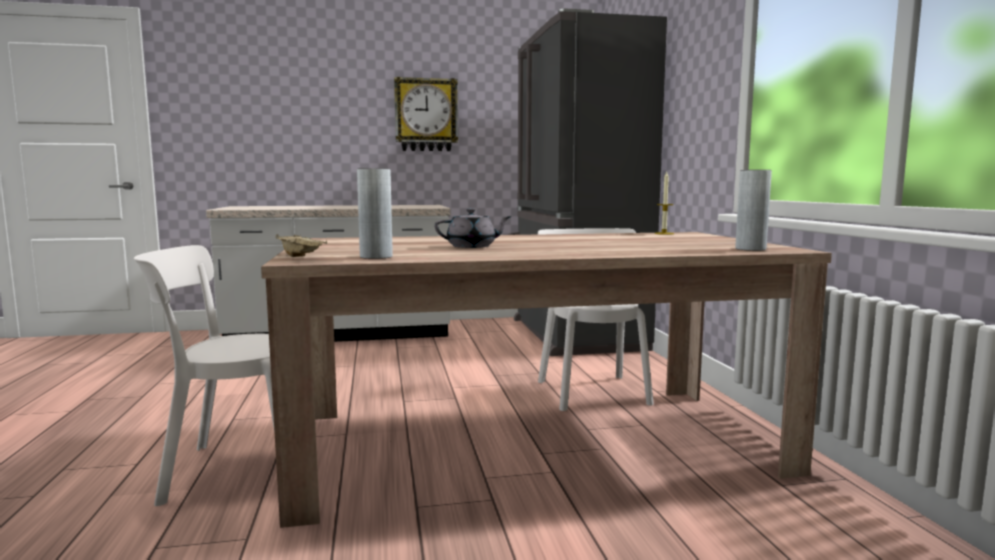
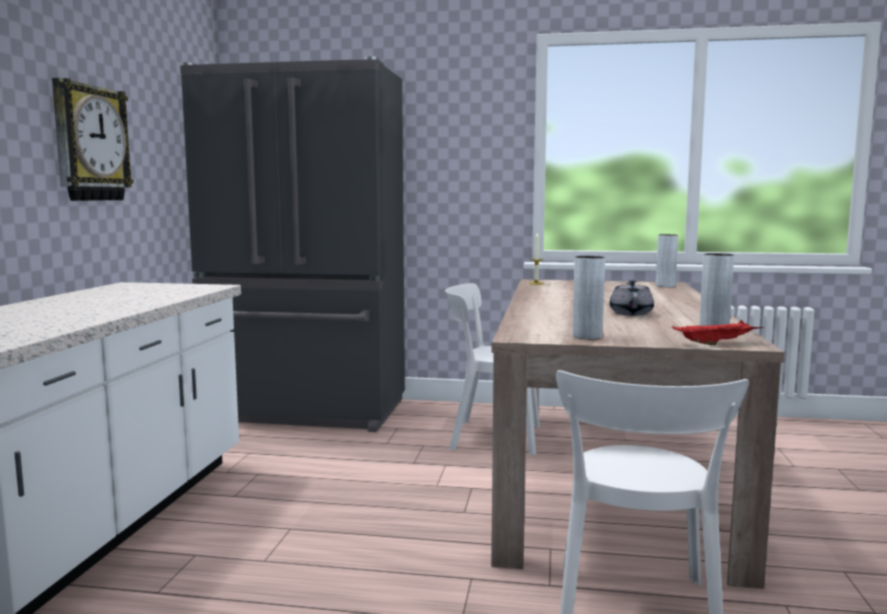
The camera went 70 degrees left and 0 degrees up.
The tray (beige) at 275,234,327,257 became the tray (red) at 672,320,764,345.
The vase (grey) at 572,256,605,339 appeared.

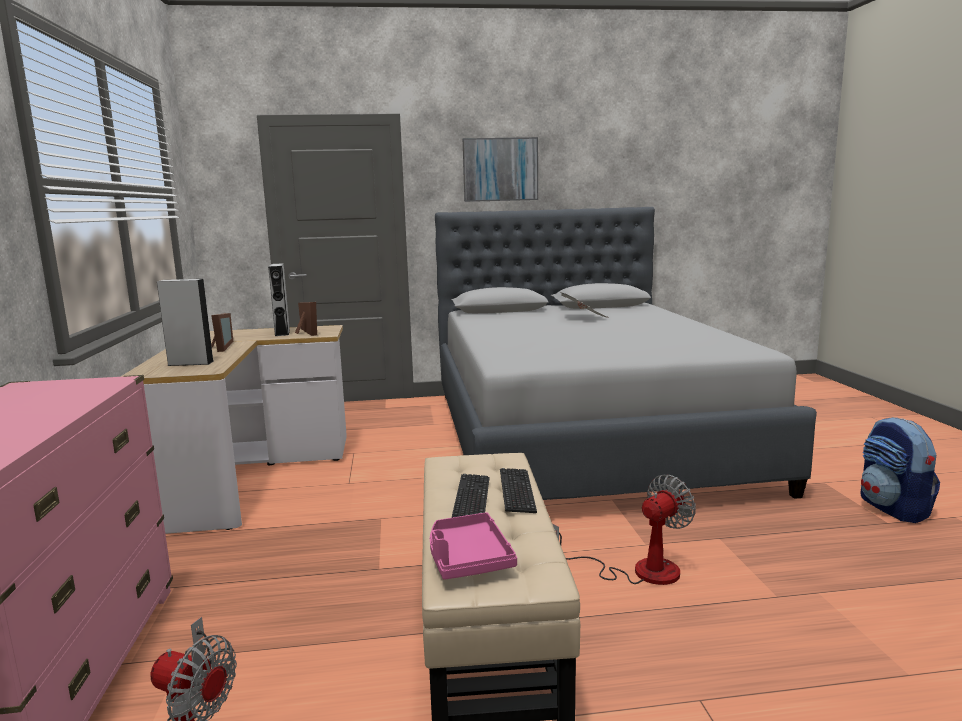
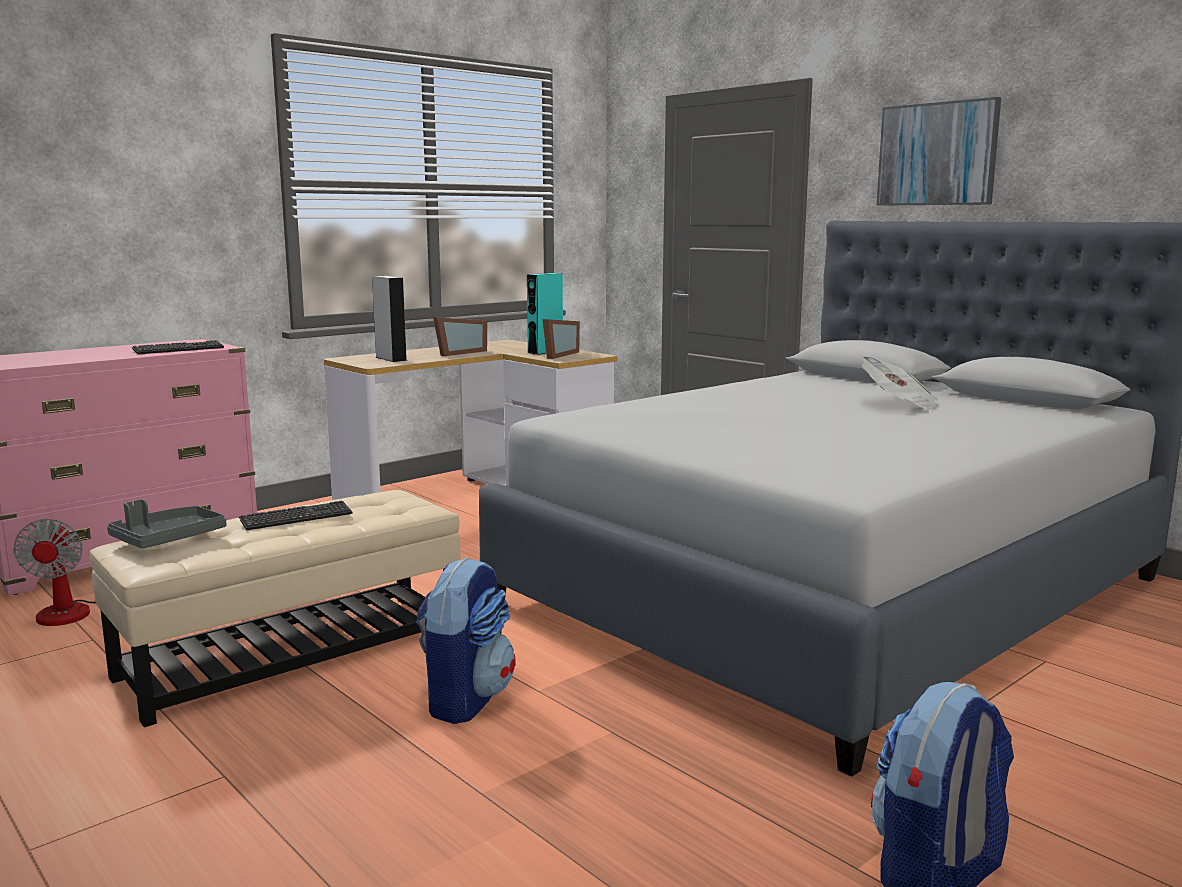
The camera went 55 degrees right and 0 degrees up.
The speaker (grey) at 268,263,290,336 became the speaker (turquoise) at 527,273,563,355.
The keyboard moved from 500,468,537,513 to 131,340,224,354.
The fan at 553,475,696,585 was replaced by the backpack at 416,557,516,724.
The tray (pink) at 430,512,517,580 became the tray (grey) at 107,499,226,549.

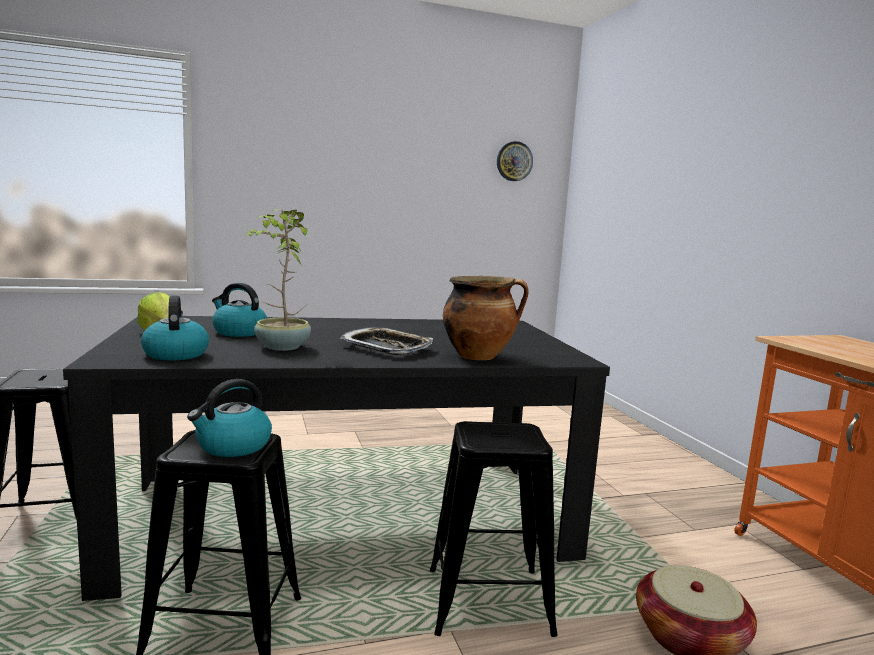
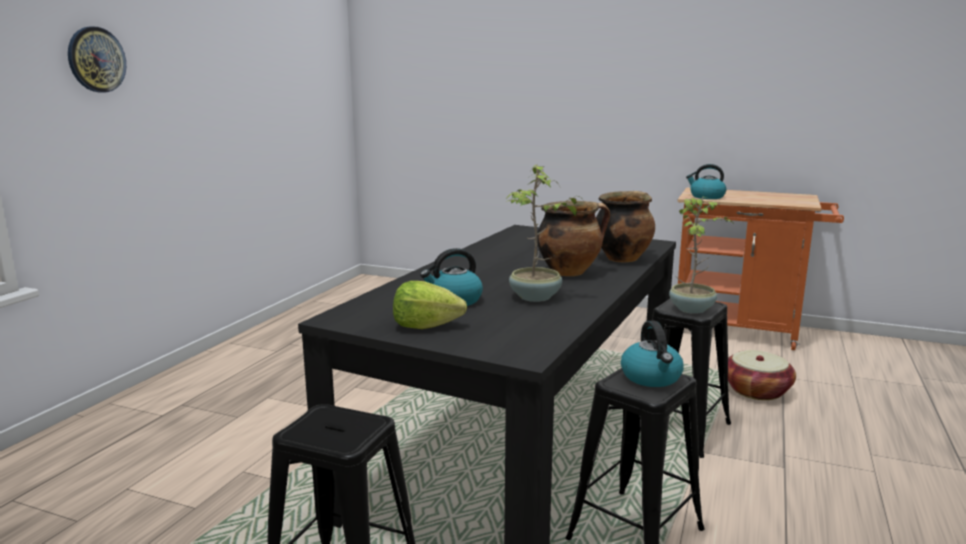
The camera went 50 degrees left and 5 degrees up.
The wall clock moved from 497,141,533,181 to 68,26,126,93.
The kettle moved from 141,296,209,361 to 686,164,727,199.
The tray at 340,327,433,355 was replaced by the cooking pot at 537,201,610,276.
The potted plant at 669,197,733,314 appeared.

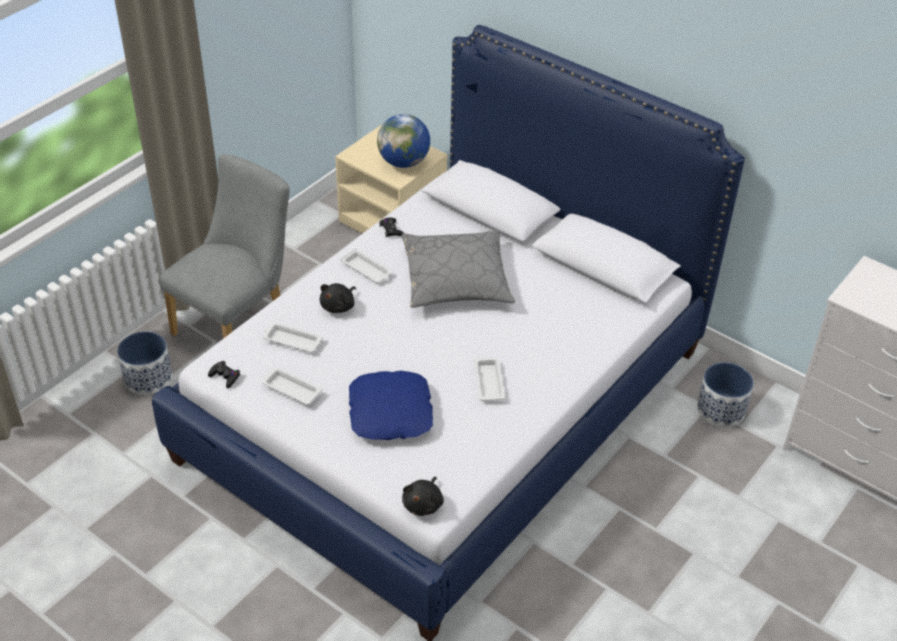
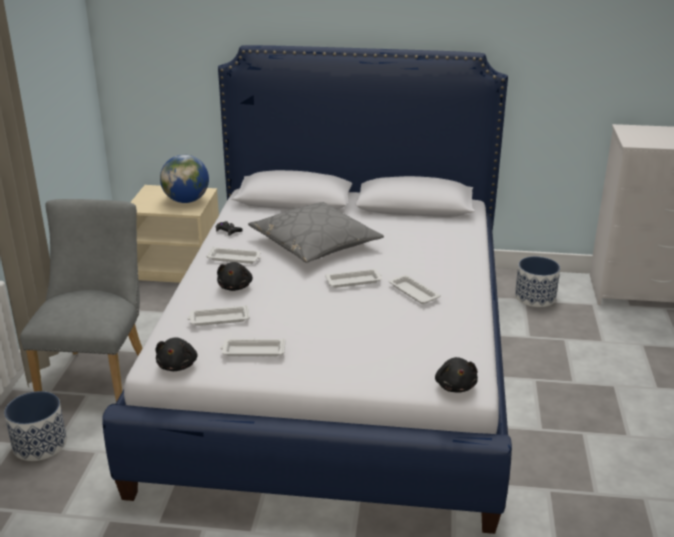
The camera went 30 degrees left and 15 degrees down.
The game controller (black) at 208,361,240,388 was replaced by the plush toy (black) at 155,337,198,371.
The pillow (blue) at 349,371,433,440 disappeared.
The tray (white) at 325,269,382,288 appeared.

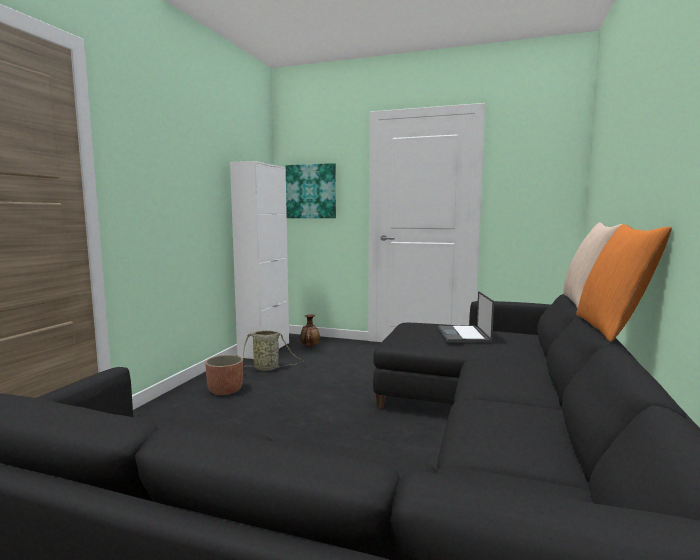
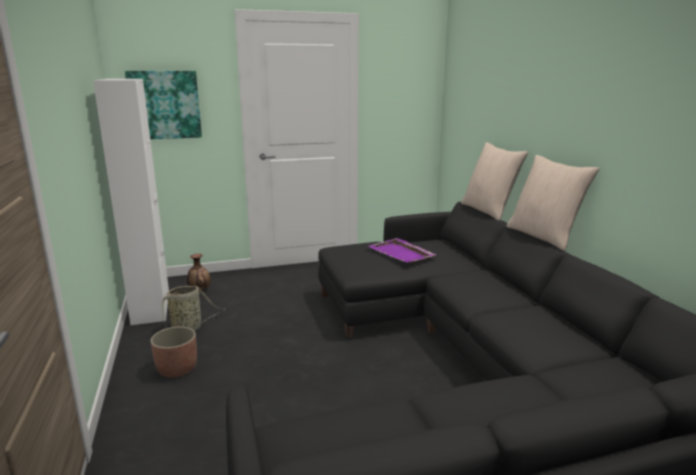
The camera went 35 degrees left and 10 degrees up.
The pillow (orange) at 576,224,672,342 became the pillow (beige) at 507,155,600,251.
The laptop at 438,291,494,343 was replaced by the tray (purple) at 370,238,437,263.

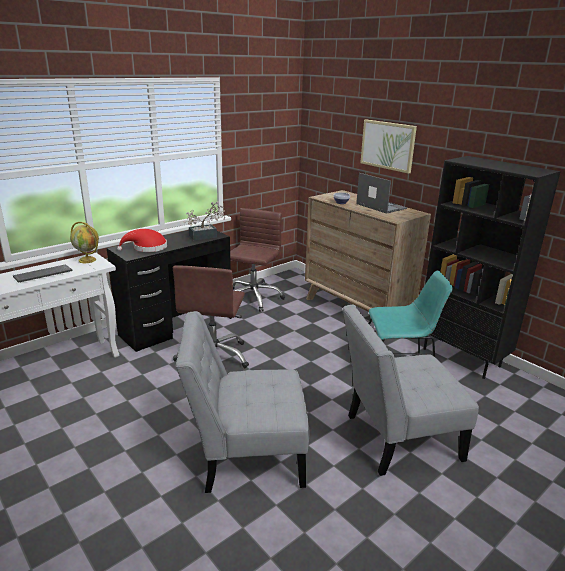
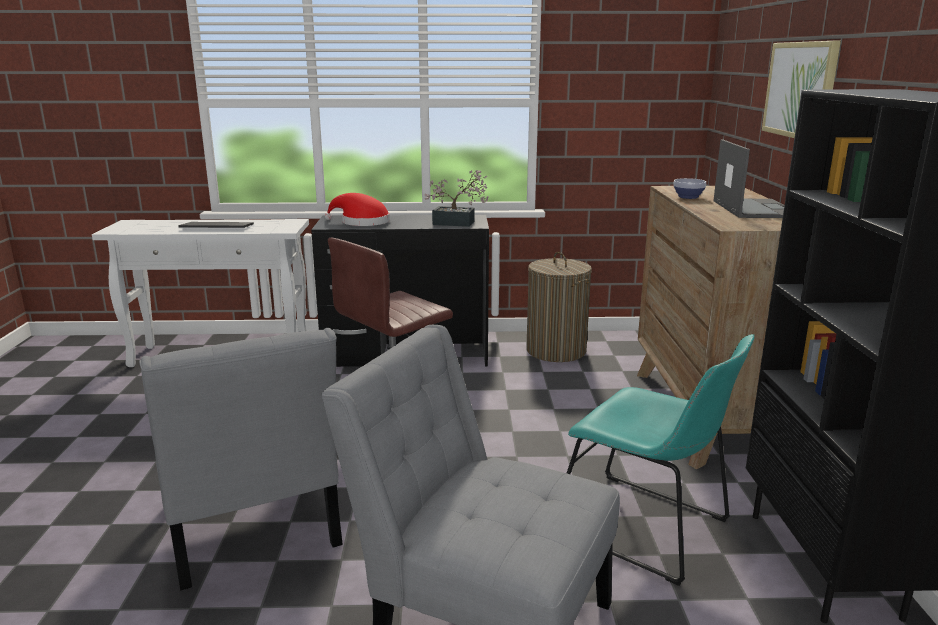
The camera went 40 degrees right and 5 degrees down.
The office chair (brown) at 230,208,285,312 was replaced by the laundry basket at 526,252,592,362.
The globe at 70,222,99,263 disappeared.
The chair (grey) at 176,311,309,493 turned 150 degrees counterclockwise.

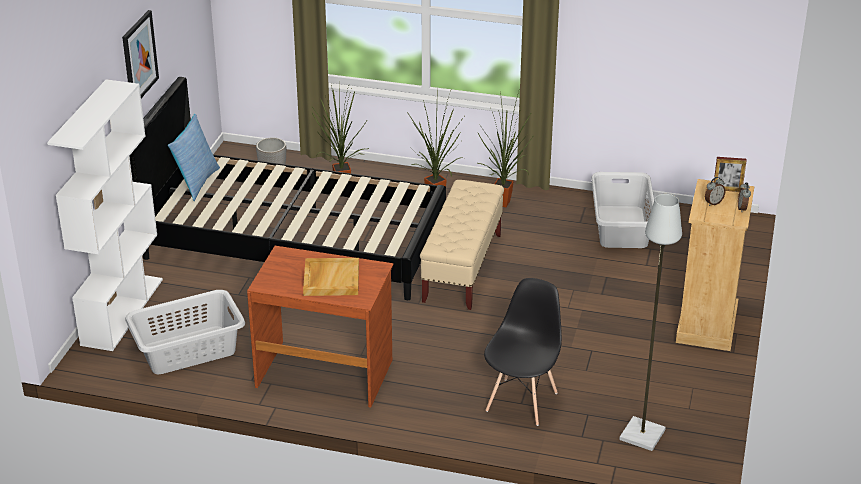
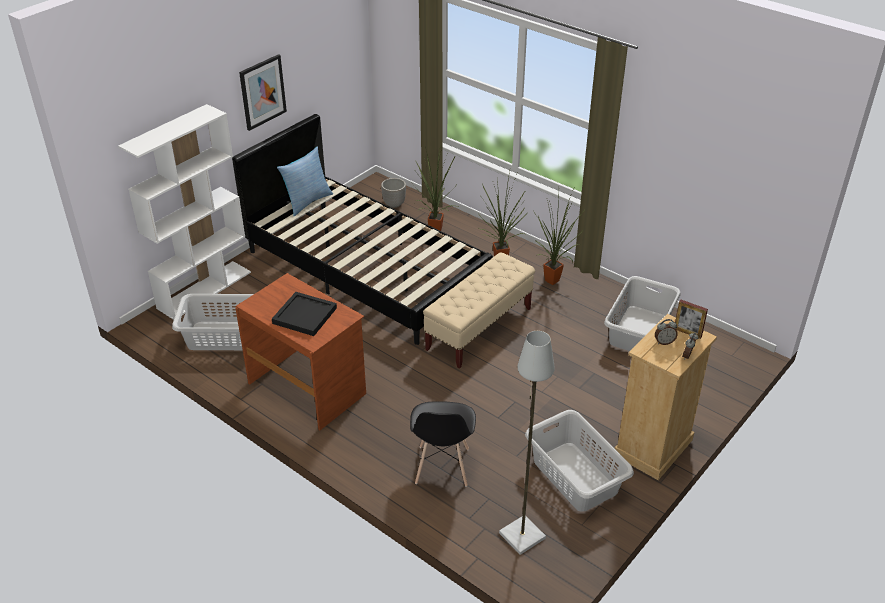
The camera went 25 degrees right and 5 degrees up.
The tray (beige) at 303,258,359,296 became the tray (black) at 272,292,337,336.
The chair (black) at 484,278,562,426 turned 135 degrees clockwise.
The laundry basket (grey) at 525,410,634,512 appeared.

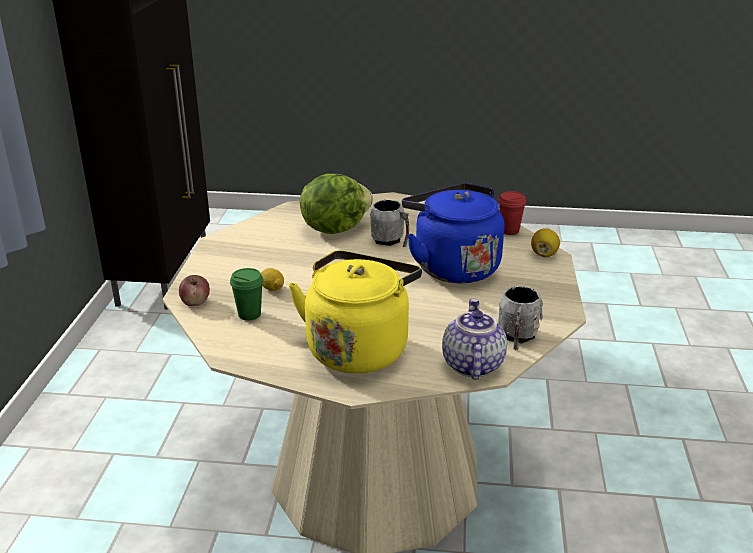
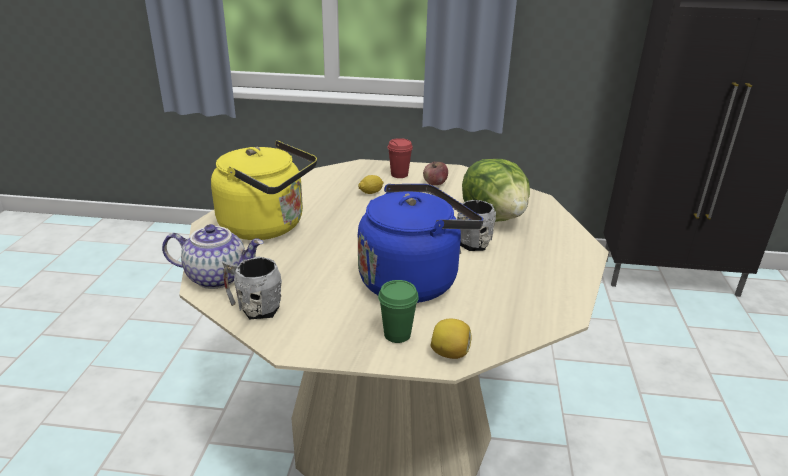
The camera went 90 degrees right and 0 degrees up.
The cup (red) moved from 498,191,526,235 to 388,138,413,178.
The cup (green) moved from 230,268,264,321 to 378,280,419,343.
The apple moved from 179,275,210,306 to 423,161,448,185.

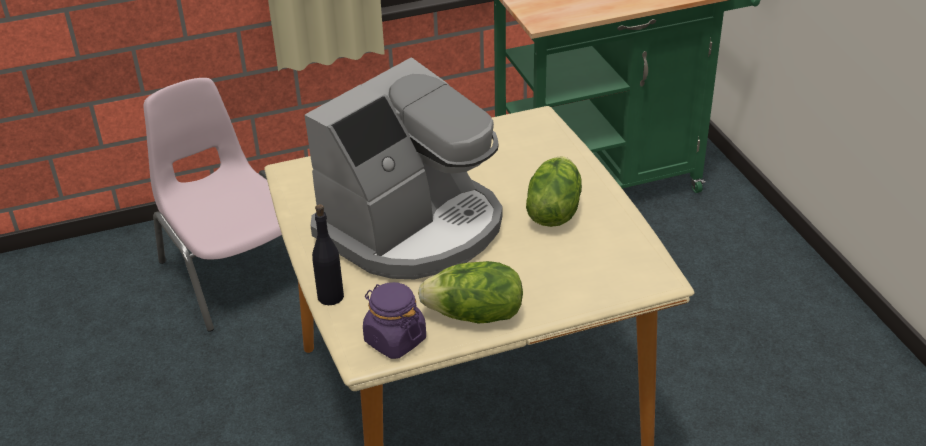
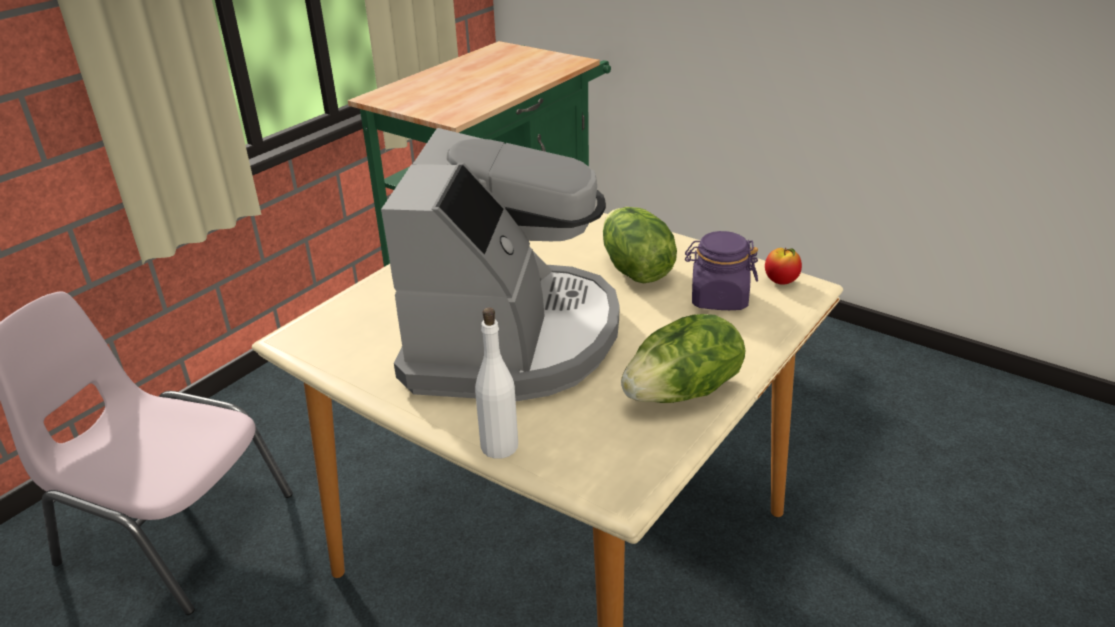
The camera went 35 degrees left and 5 degrees down.
The bottle (black) at 312,204,344,305 became the bottle (white) at 475,307,518,459.
The jar (purple) moved from 363,282,426,359 to 685,231,758,310.
The apple at 765,247,802,285 appeared.

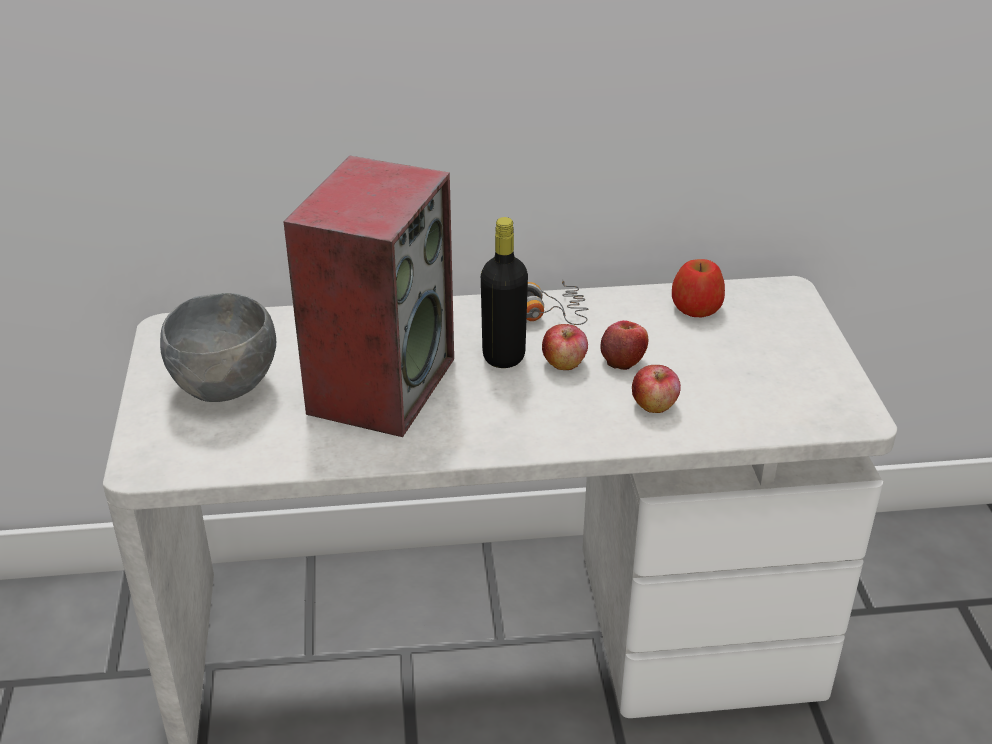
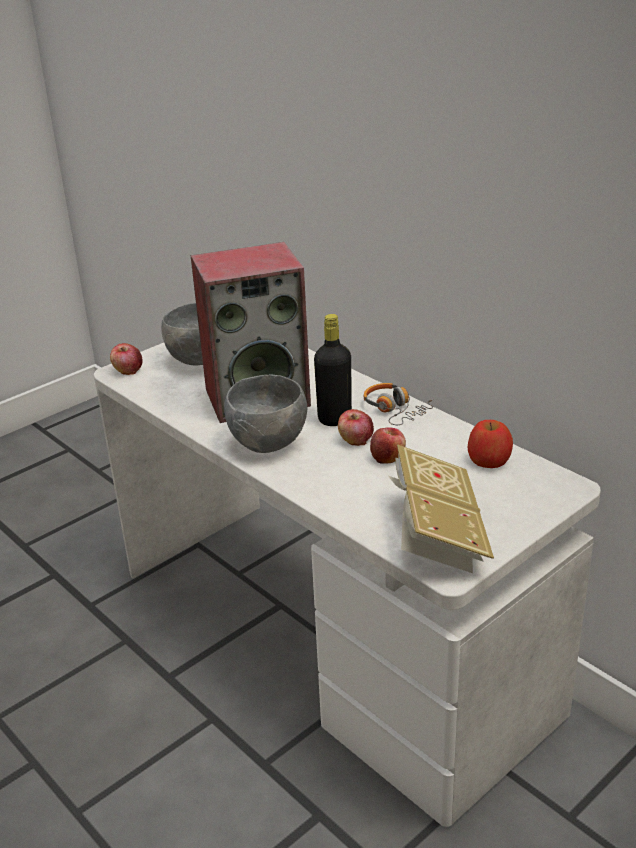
The camera went 55 degrees right and 5 degrees down.
The apple moved from 632,365,681,413 to 110,343,143,375.
The bowl (grey) at 224,375,307,453 appeared.
The book at 388,444,494,573 appeared.

